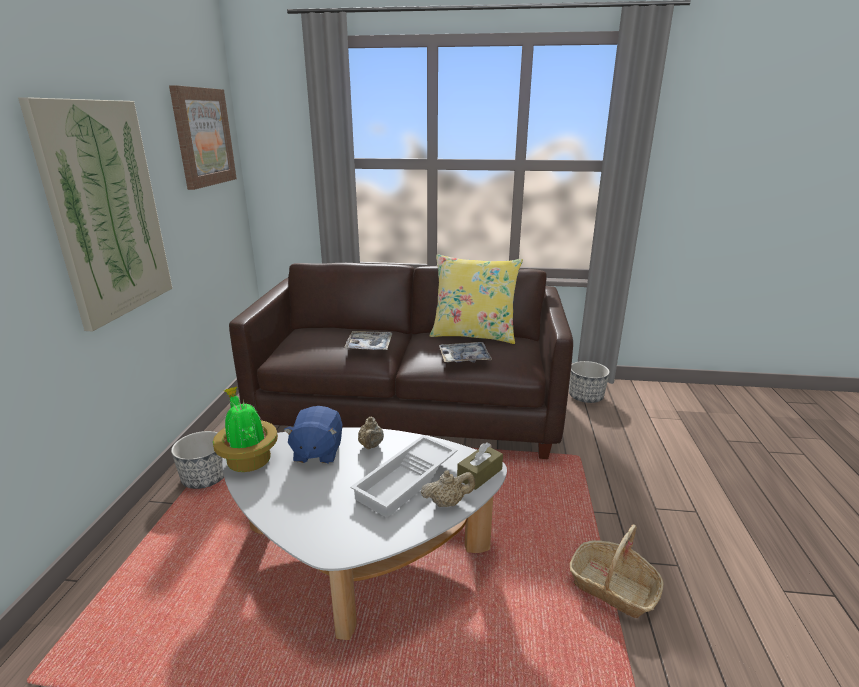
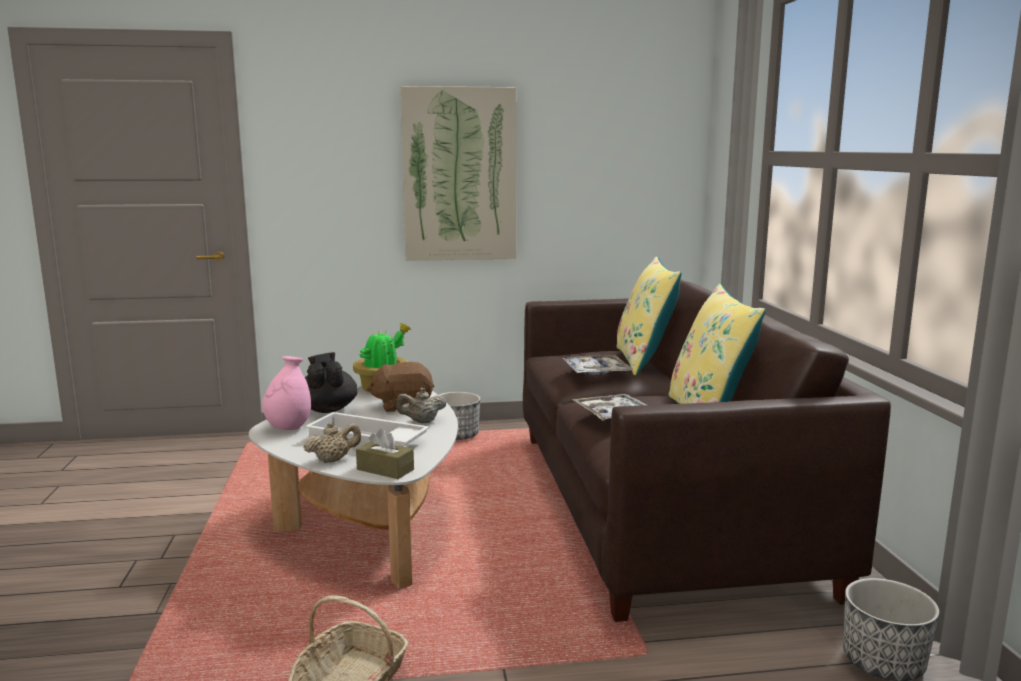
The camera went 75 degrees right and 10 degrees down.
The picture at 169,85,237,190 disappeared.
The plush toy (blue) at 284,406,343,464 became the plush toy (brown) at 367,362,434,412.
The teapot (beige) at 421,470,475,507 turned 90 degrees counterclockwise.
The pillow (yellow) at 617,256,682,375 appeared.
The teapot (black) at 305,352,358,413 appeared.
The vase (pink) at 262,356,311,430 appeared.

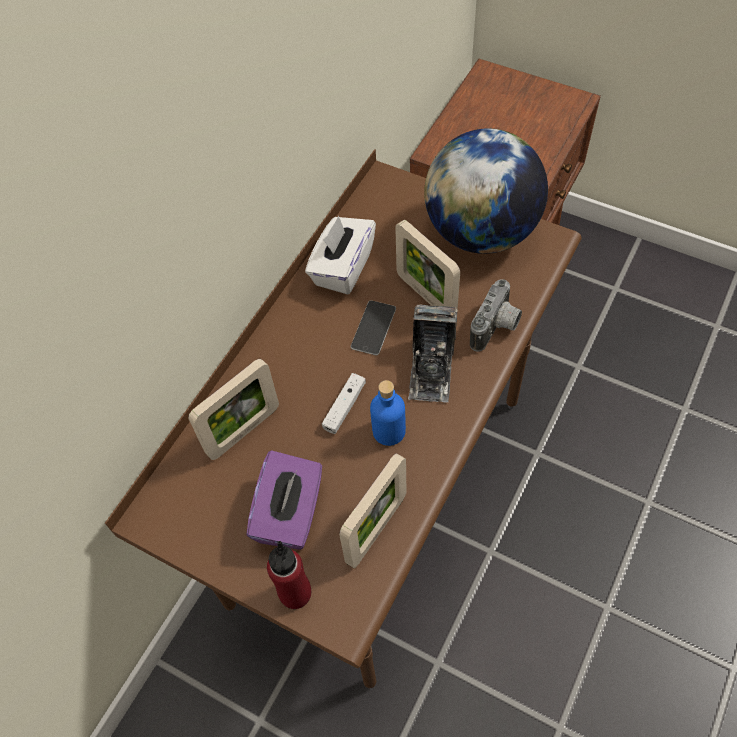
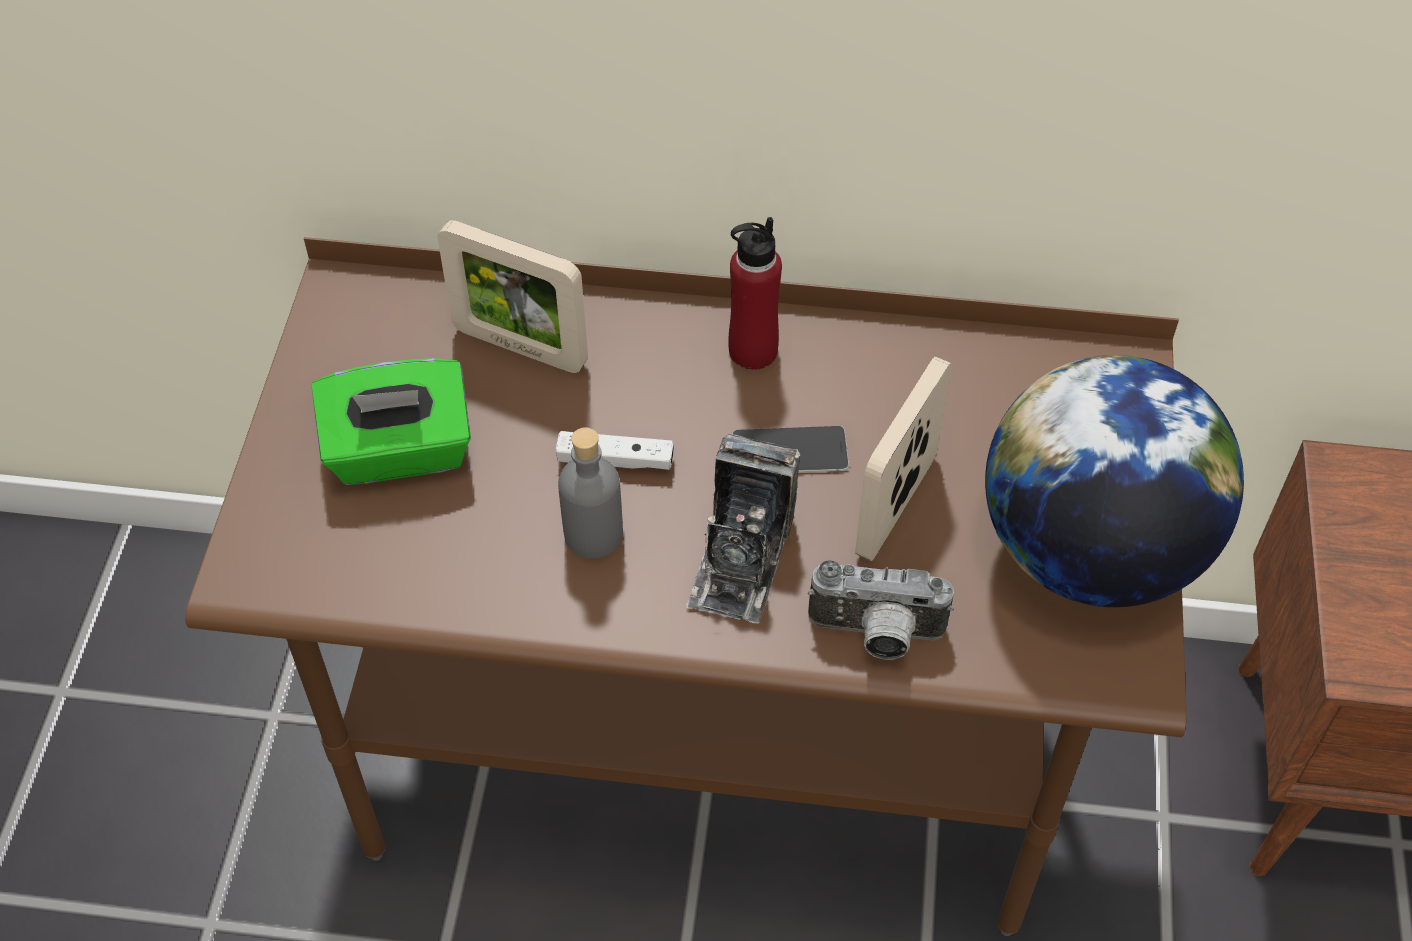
The camera went 65 degrees right and 5 degrees down.
The tissue box (white) at 305,216,376,295 disappeared.
The photo camera at 408,305,458,403 turned 60 degrees counterclockwise.
The bottle (blue) at 370,380,406,446 became the bottle (grey) at 558,427,623,559.
The tissue box (purple) at 246,450,322,550 became the tissue box (green) at 311,358,471,485.
The picture frame at 339,453,406,568 disappeared.
The bottle (red) moved from 267,541,311,609 to 728,217,782,370.

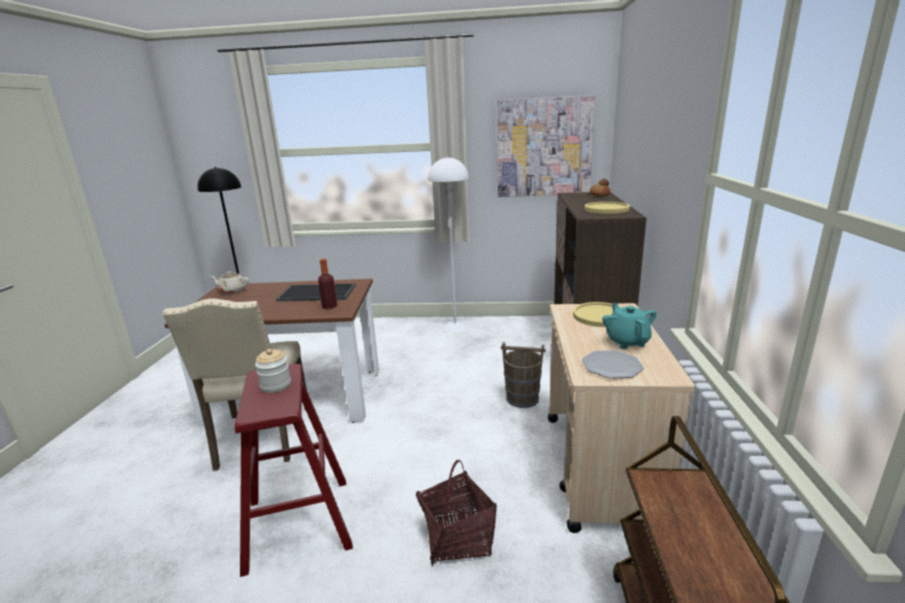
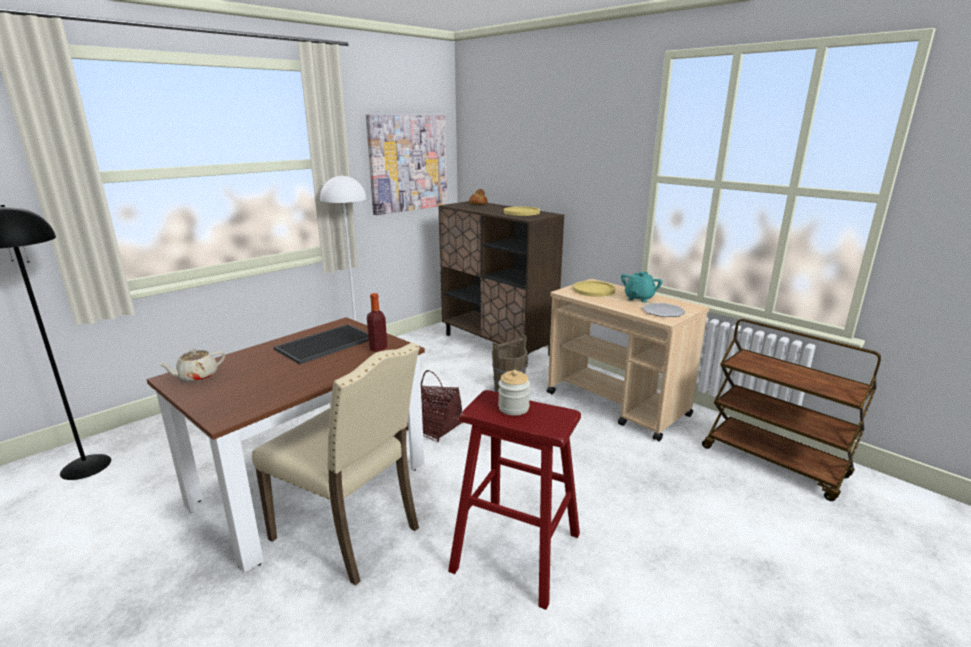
The camera went 50 degrees left and 0 degrees up.
The teapot (turquoise) at 602,303,657,349 turned 90 degrees clockwise.
The basket moved from 416,460,497,566 to 406,370,463,442.

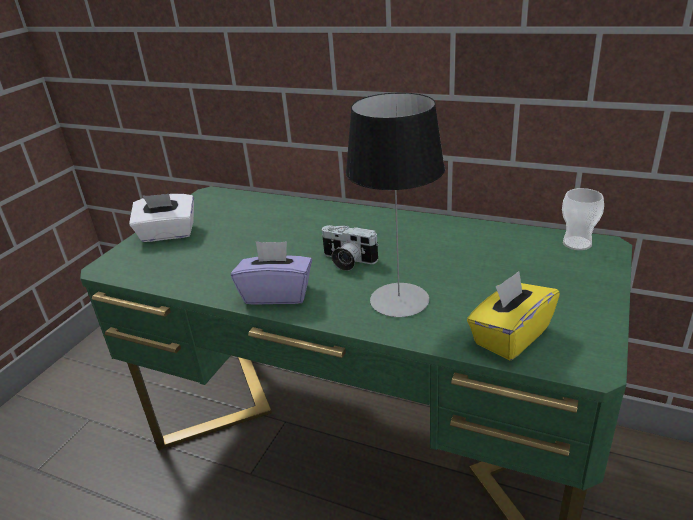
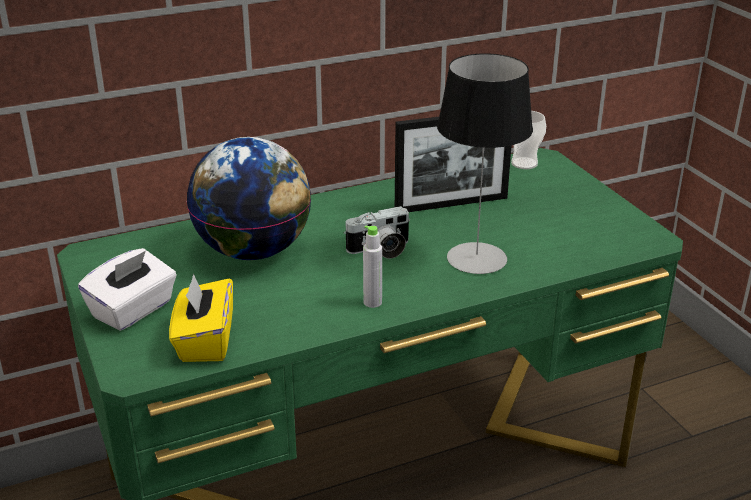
The camera went 50 degrees left and 0 degrees up.
The tissue box (purple) at 231,241,312,305 was replaced by the bottle (grey) at 363,226,382,308.
The tissue box (yellow) moved from 467,271,560,361 to 169,274,233,362.
The picture frame at 395,117,511,212 appeared.
The globe at 187,137,311,260 appeared.

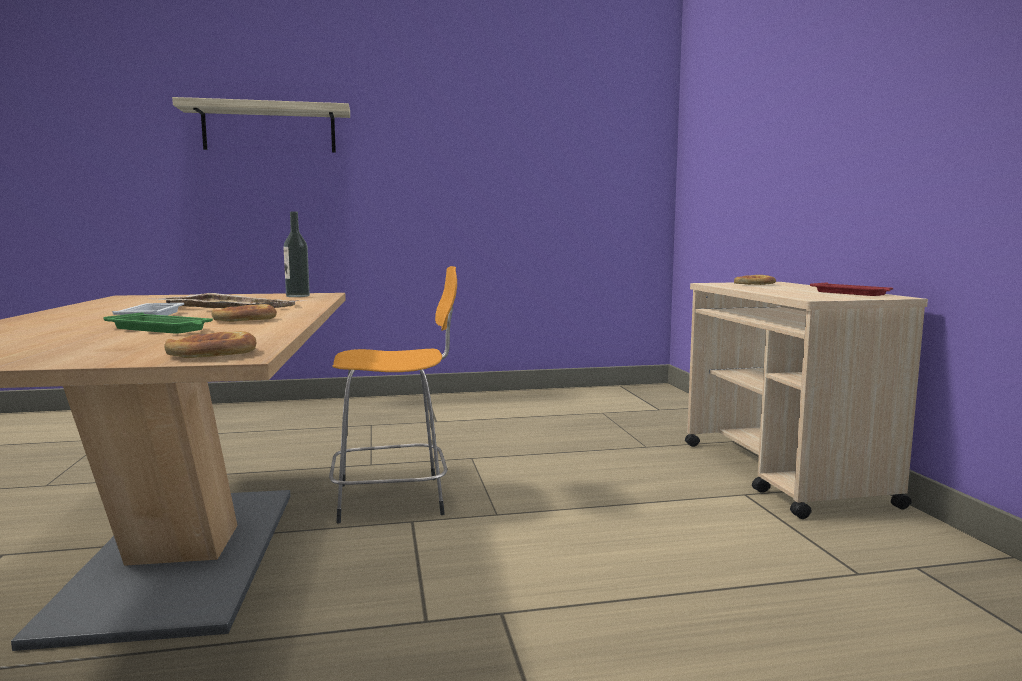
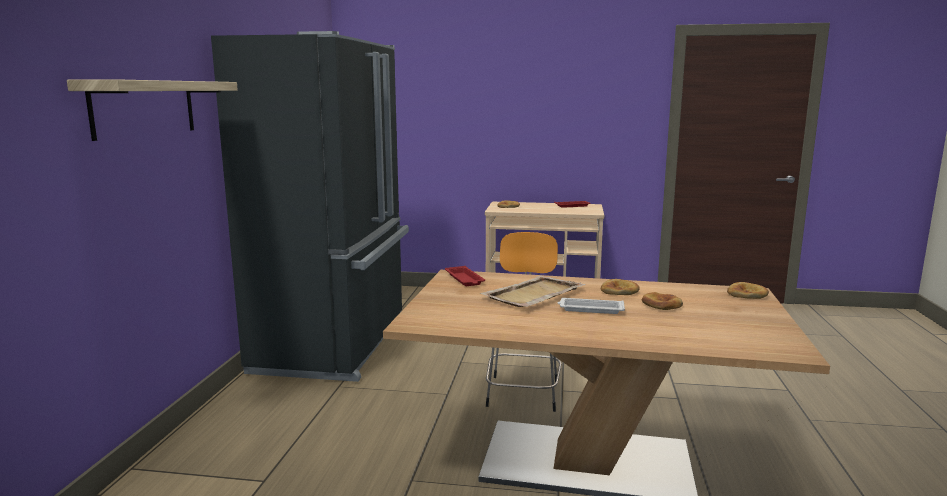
The camera went 70 degrees left and 5 degrees up.
The bottle at 283,212,310,297 was replaced by the tray (red) at 445,266,485,286.
The tray (green) at 103,313,213,334 was replaced by the bread at 642,292,683,310.
The fridge (black) at 211,31,409,382 appeared.

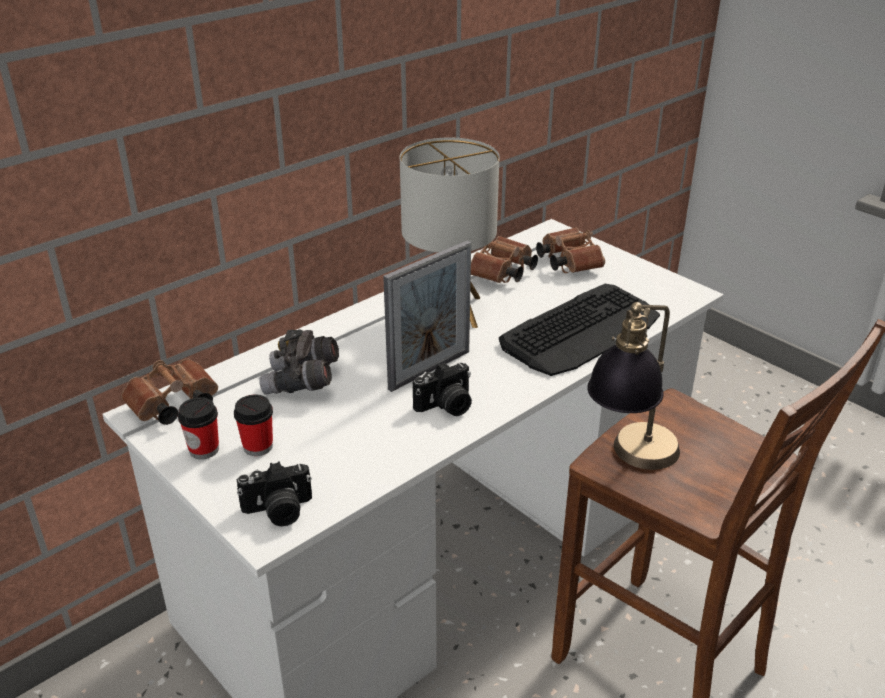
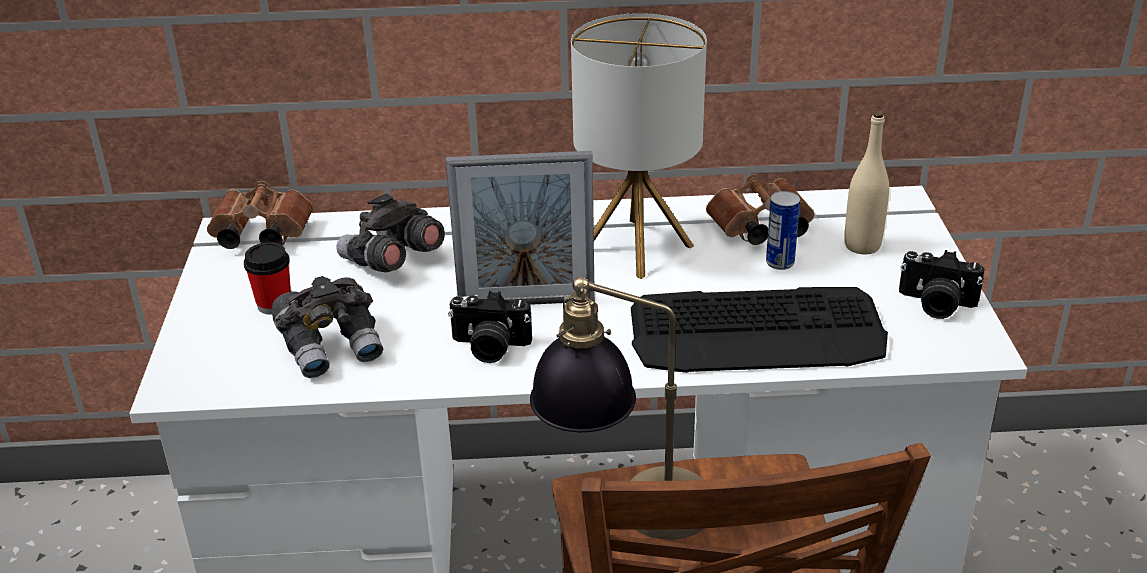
The camera went 40 degrees right and 0 degrees up.
The binoculars (brown) at 536,227,605,273 was replaced by the bottle (beige) at 844,111,889,254.
The cup at 178,397,219,459 disappeared.
The photo camera moved from 237,461,312,526 to 899,250,985,319.
The can at 766,191,800,270 appeared.
The binoculars (grey) at 272,276,383,378 appeared.

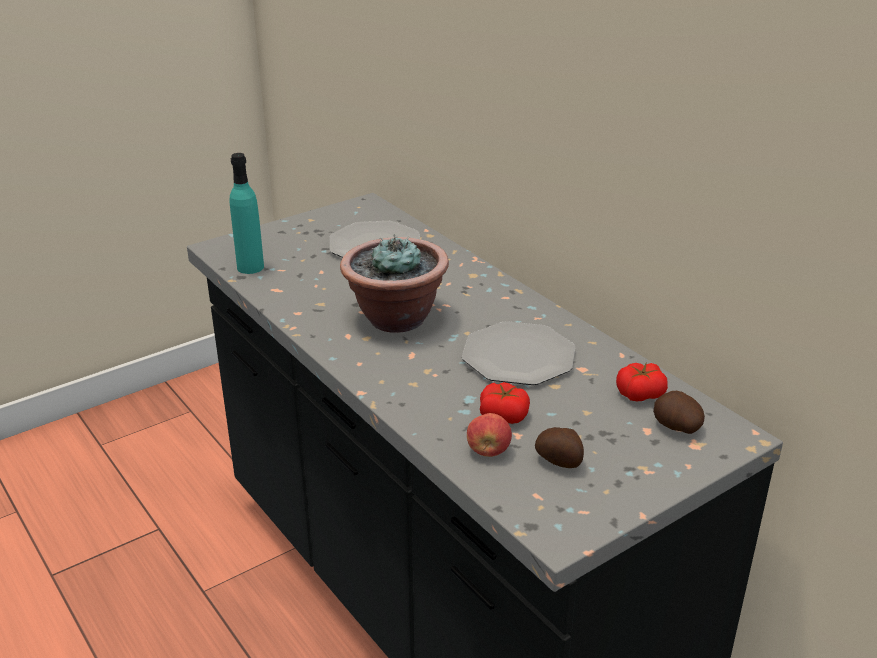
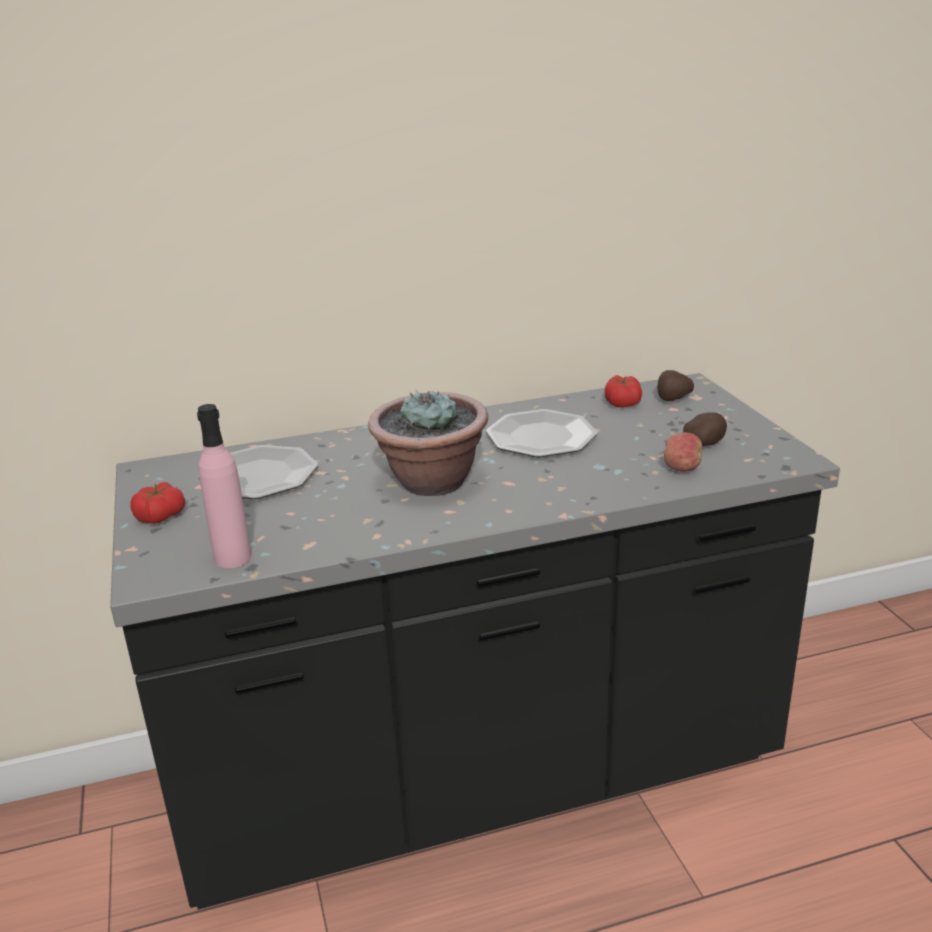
The camera went 70 degrees left and 5 degrees down.
The bottle (turquoise) at 230,153,264,274 became the bottle (pink) at 197,404,251,568.
The tomato moved from 480,382,530,424 to 130,482,185,524.

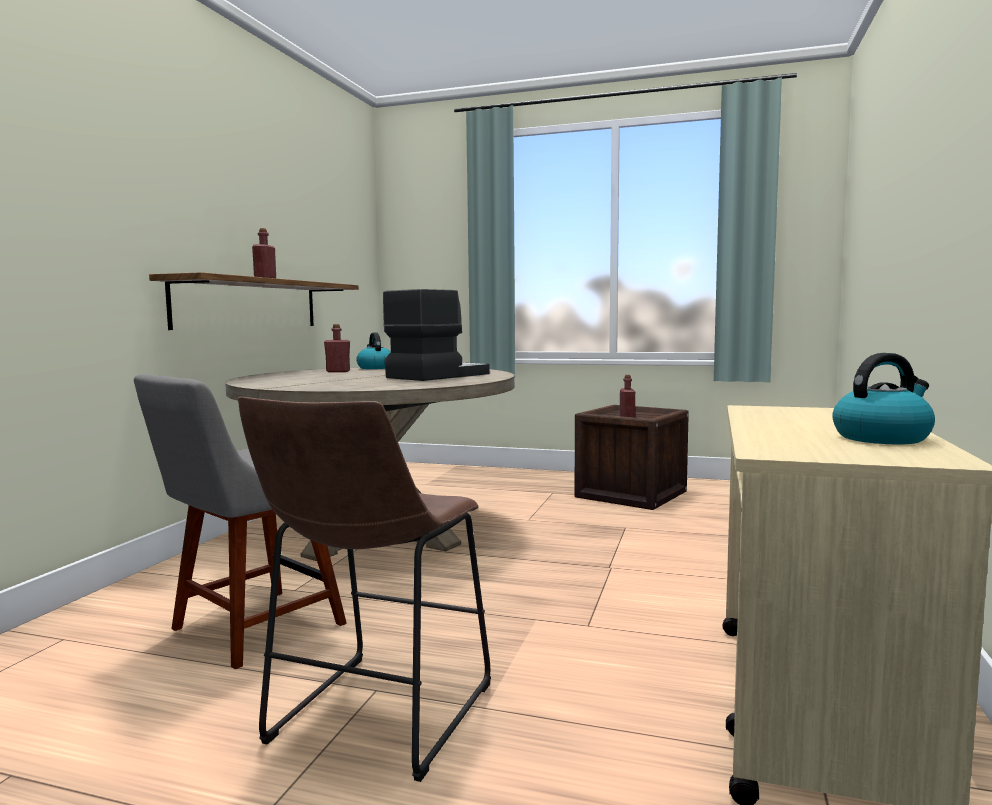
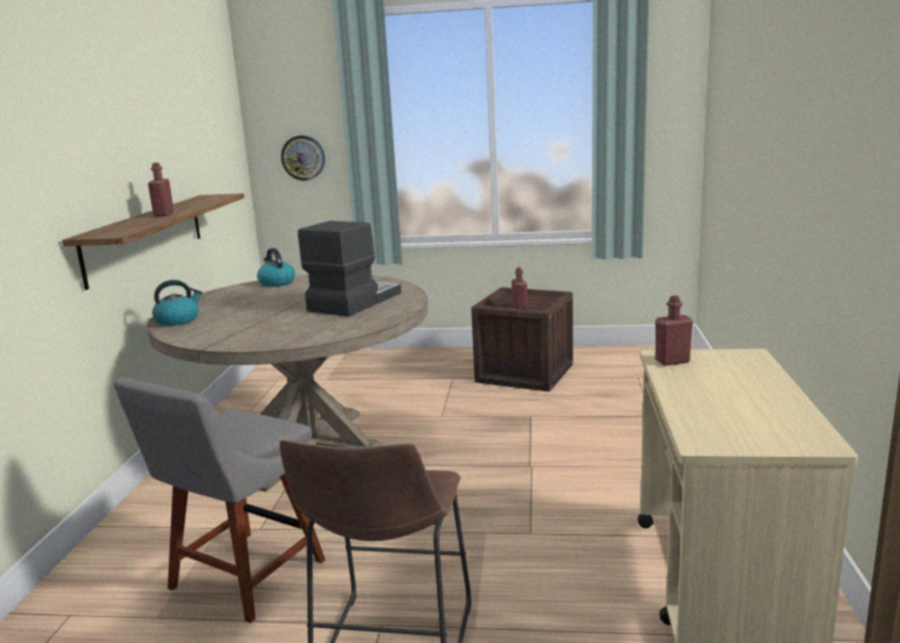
The camera went 10 degrees left and 10 degrees up.
The bottle (red) moved from 324,324,350,372 to 655,295,693,366.
The kettle moved from 832,353,935,444 to 152,280,202,326.
The wall clock at 281,135,325,181 appeared.

